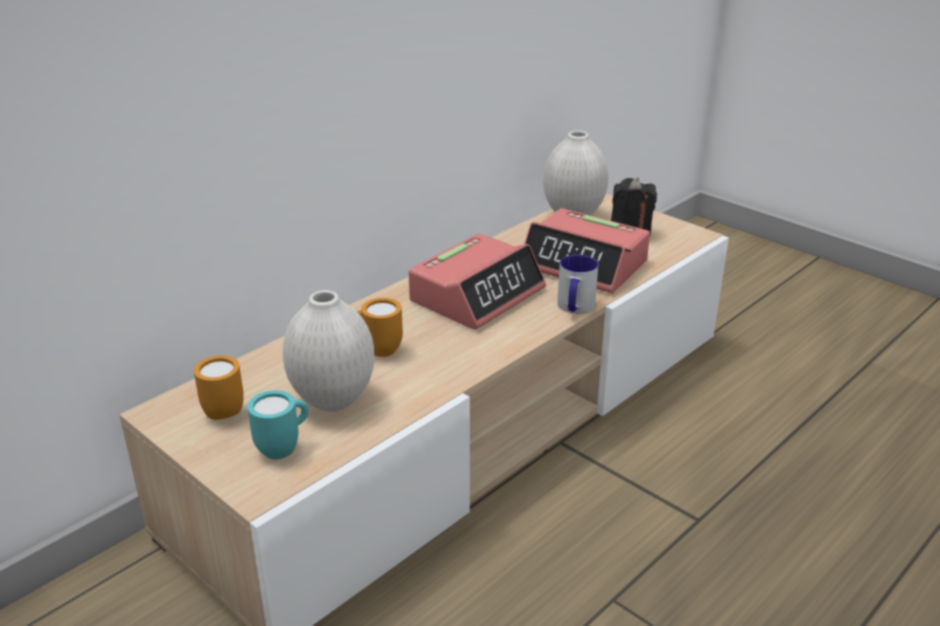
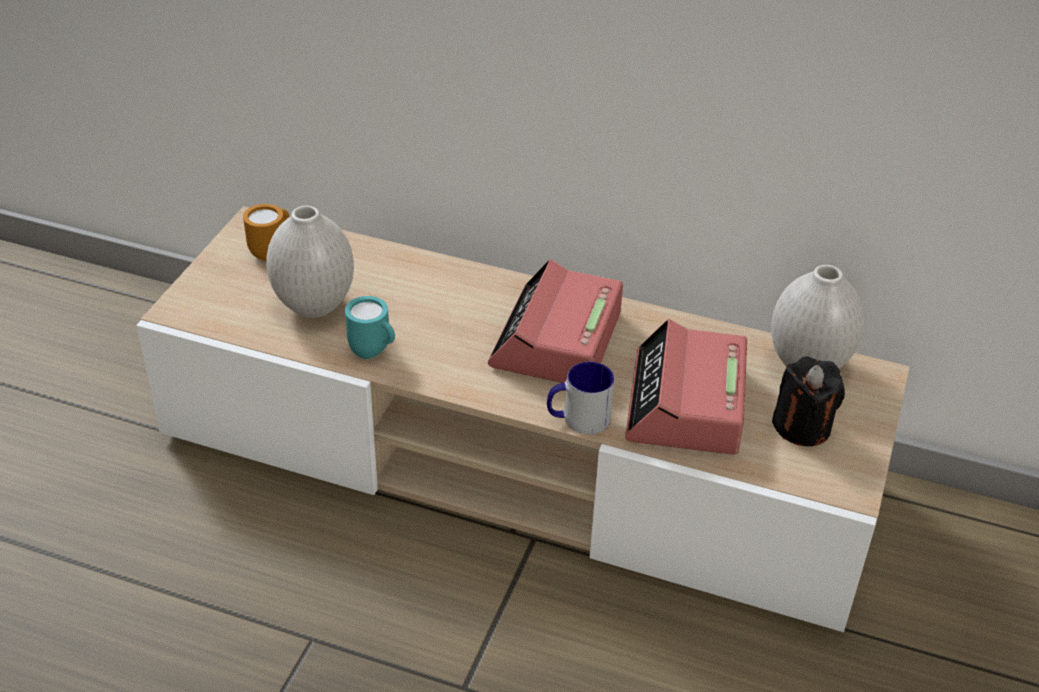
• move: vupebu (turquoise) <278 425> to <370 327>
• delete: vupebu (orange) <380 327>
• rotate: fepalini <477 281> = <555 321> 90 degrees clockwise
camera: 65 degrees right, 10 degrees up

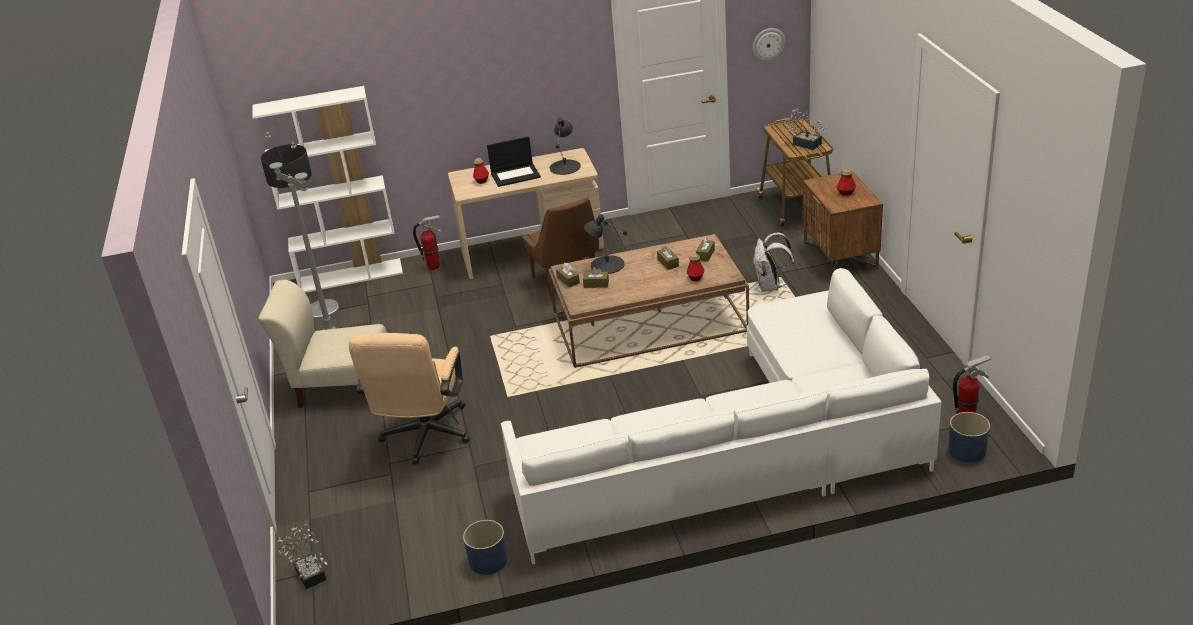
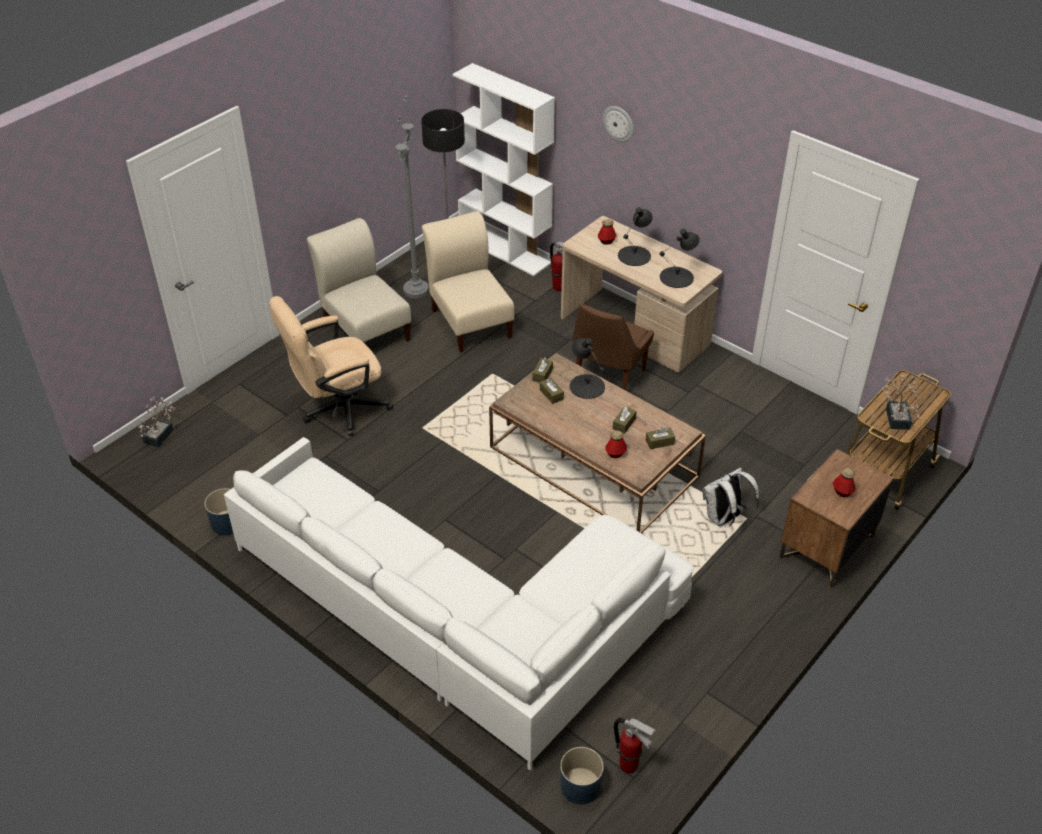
• replace: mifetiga <514 161> to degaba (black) <635 236>
• move: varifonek <769 45> to <618 124>
• insert: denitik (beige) <468 281>
camera: 50 degrees right, 10 degrees up

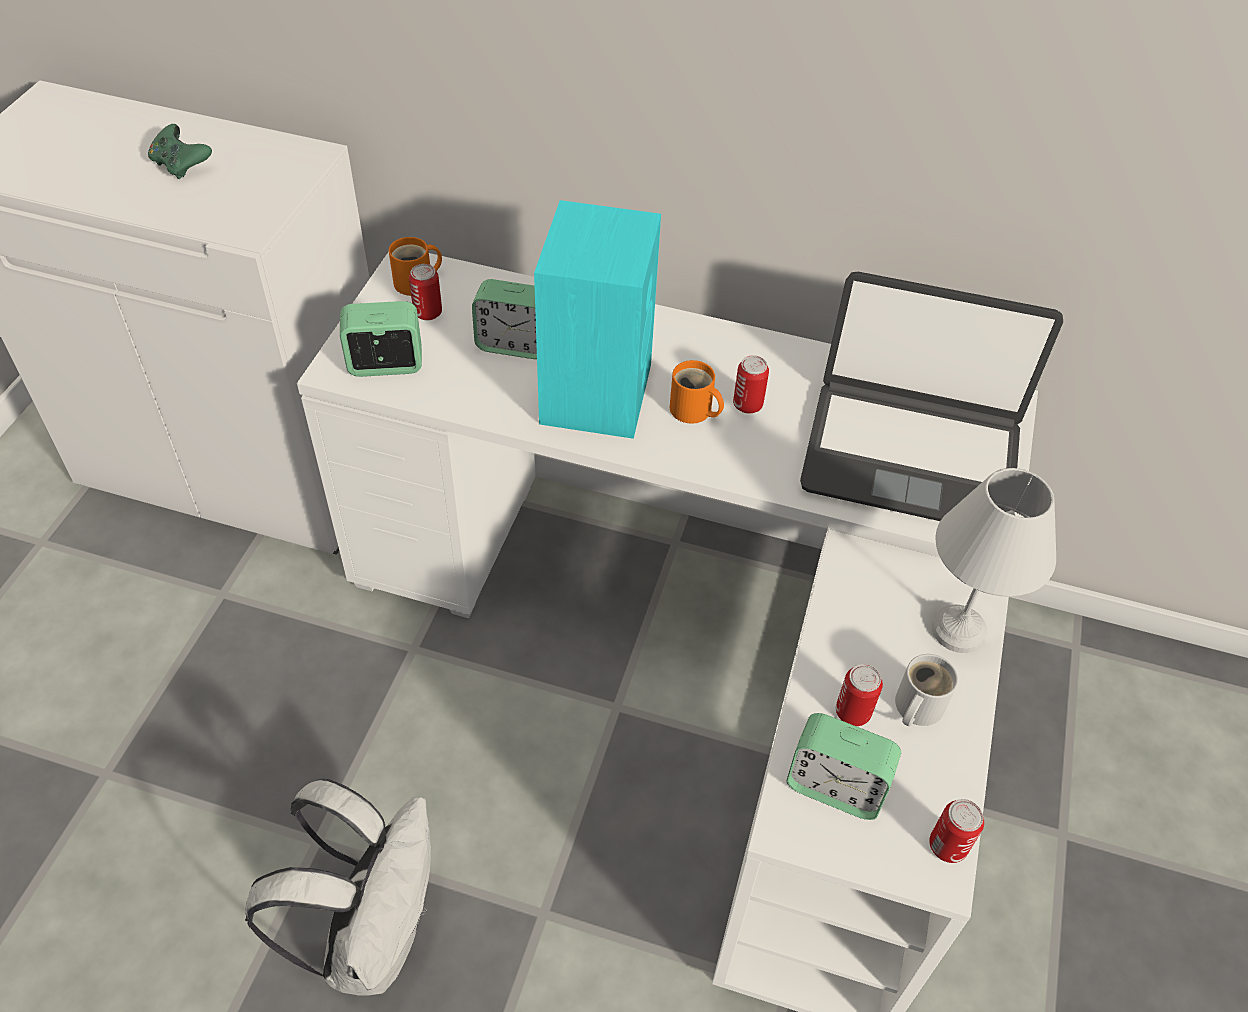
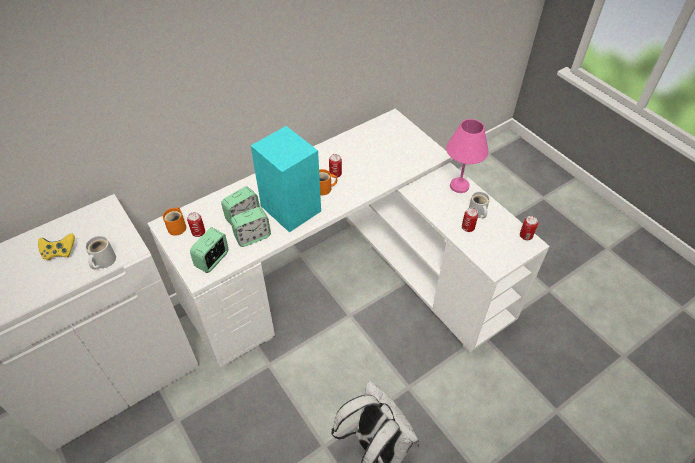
• recolor: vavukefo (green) <180 151> to vavukefo (yellow) <56 246>
• move: fepalini <844 766> to <251 227>
• delete: mifetiga <931 396>
• recolor: degaba (white) <994 560> to degaba (pink) <467 156>
• insert: vupebu (white) <100 253>
camera: 50 degrees left, 0 degrees up

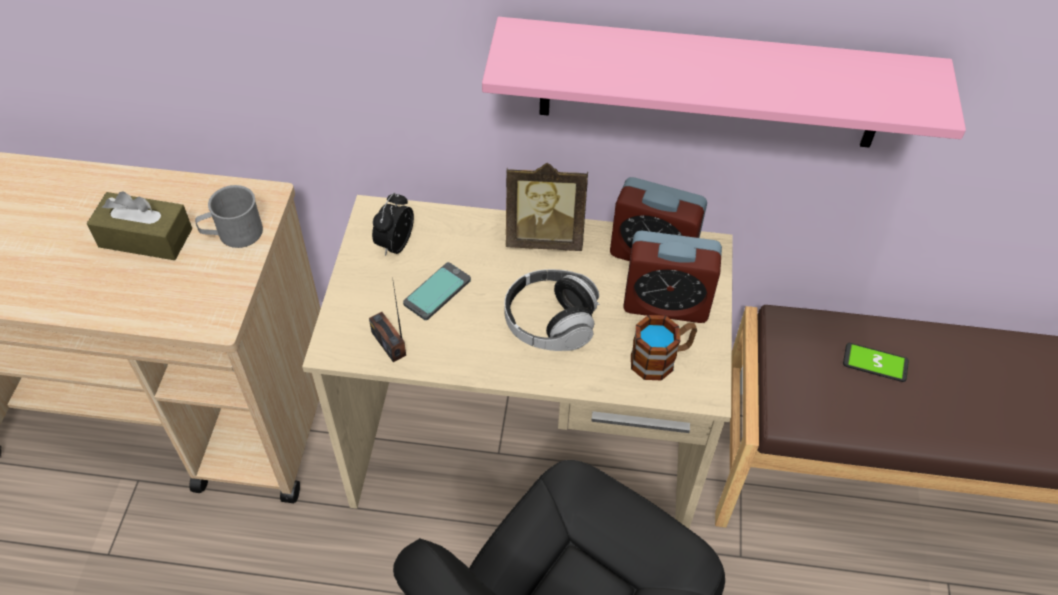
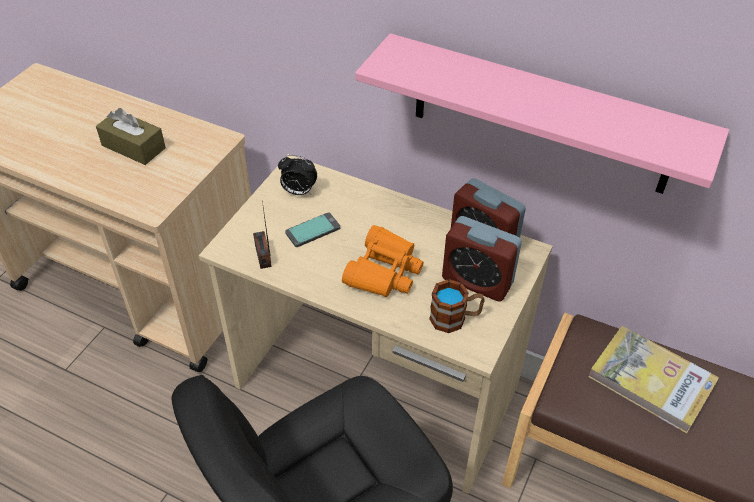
• delete: vupebu (grey) <229 216>
• rotate: fepalini <393 224> = <297 175> 120 degrees counterclockwise
• replace: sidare <552 310> to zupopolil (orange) <383 261>
• delete: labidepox <547 207>
• replace: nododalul <876 362> to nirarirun <653 380>
camera: 20 degrees right, 5 degrees down

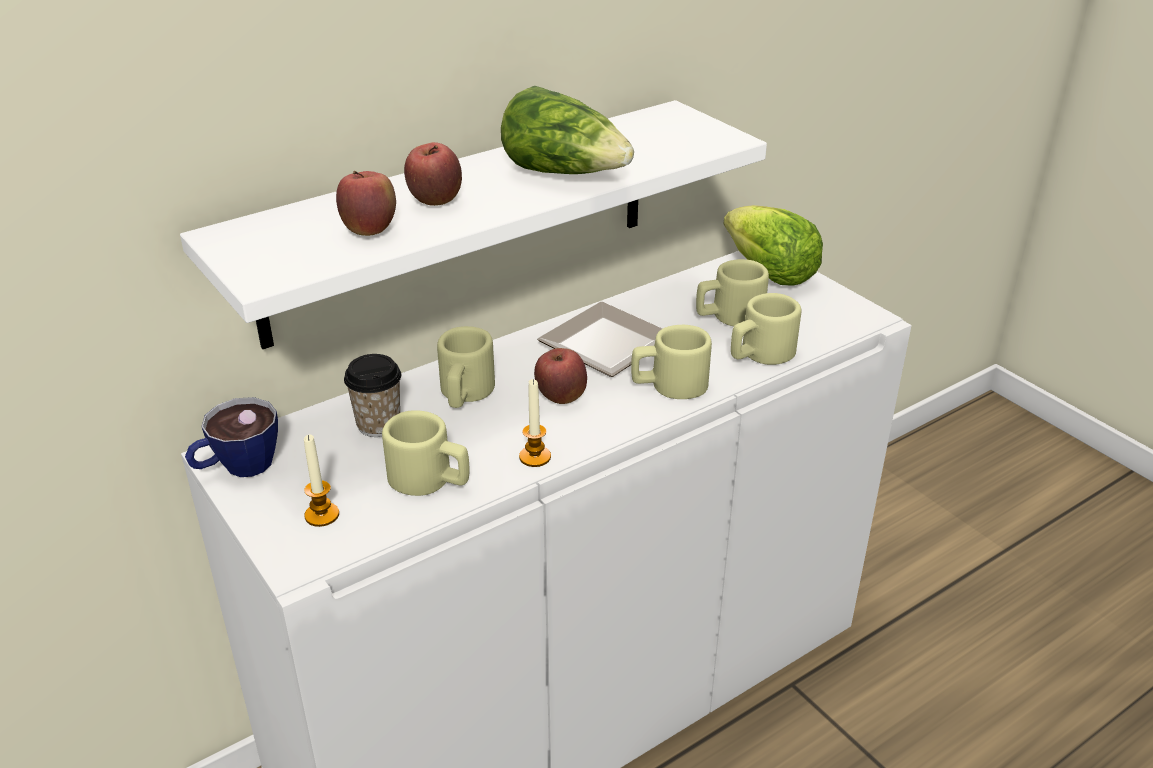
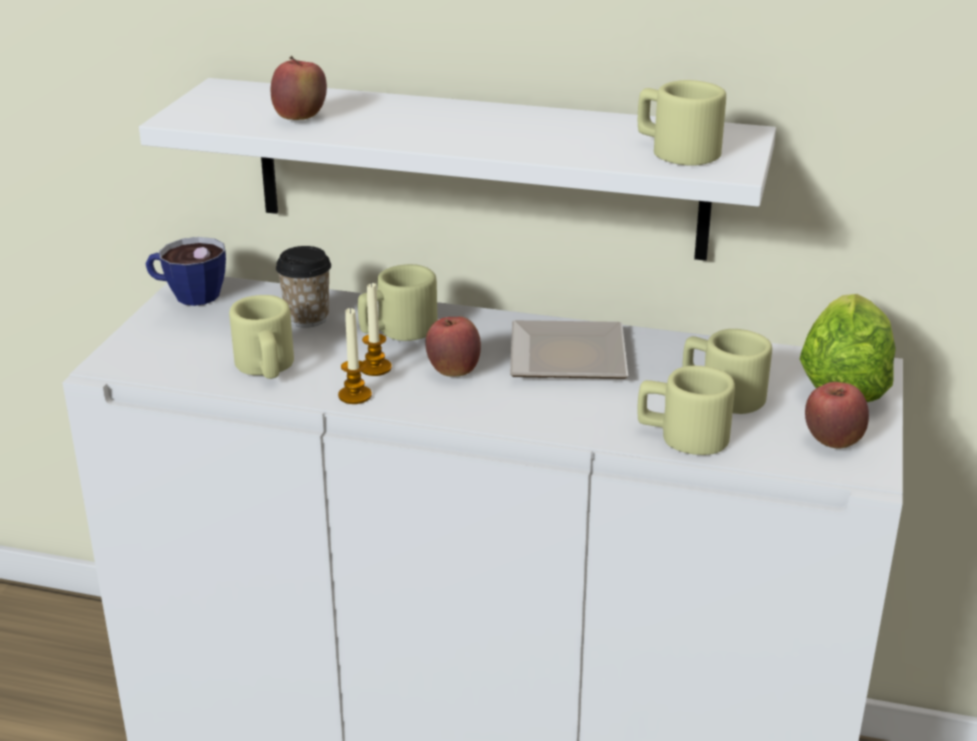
• move: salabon <321 481> to <376 329>
• move: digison <433 174> to <837 415>
• delete: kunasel <567 130>
• move: vupebu (beige) <671 362> to <682 123>
camera: 50 degrees right, 5 degrees down

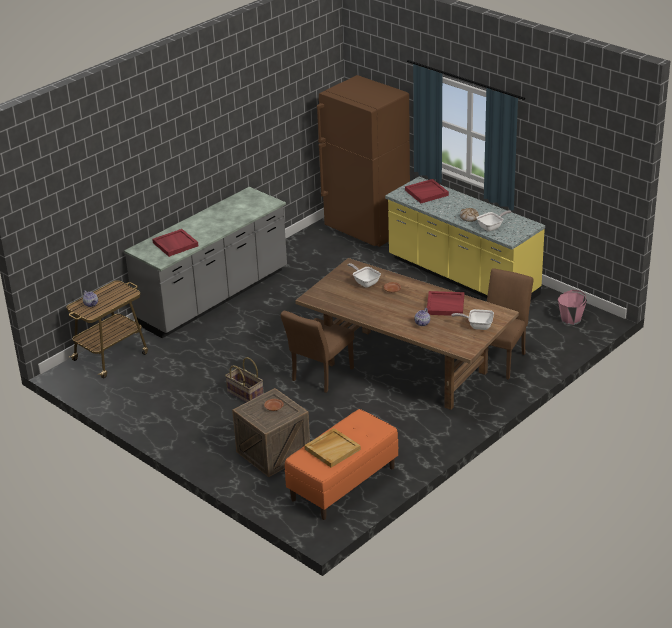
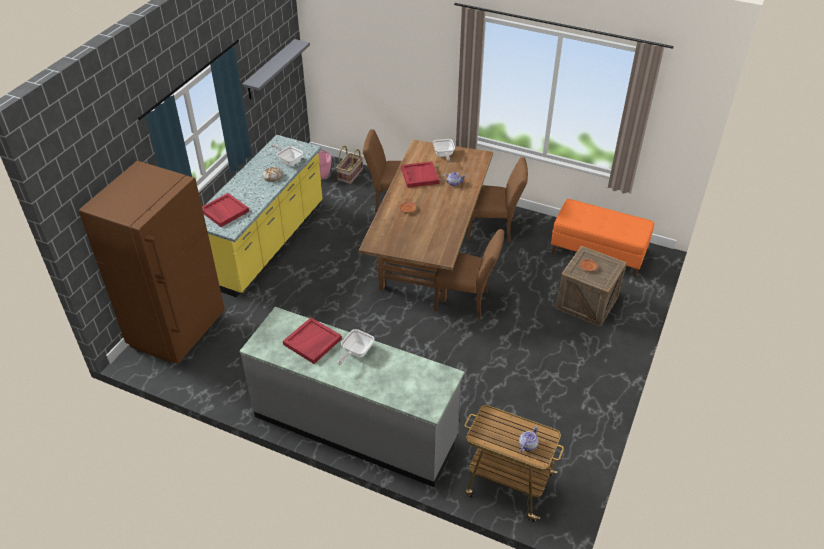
• move: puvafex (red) <175 243> to <312 340>
• move: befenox <244 379> to <349 165>
• delete: puvafex (beige) <332 447>
• move: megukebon <364 275> to <356 347>
• insert: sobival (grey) <276 69>
• insert: denitik (brown) <497 199>
camera: 110 degrees left, 10 degrees up

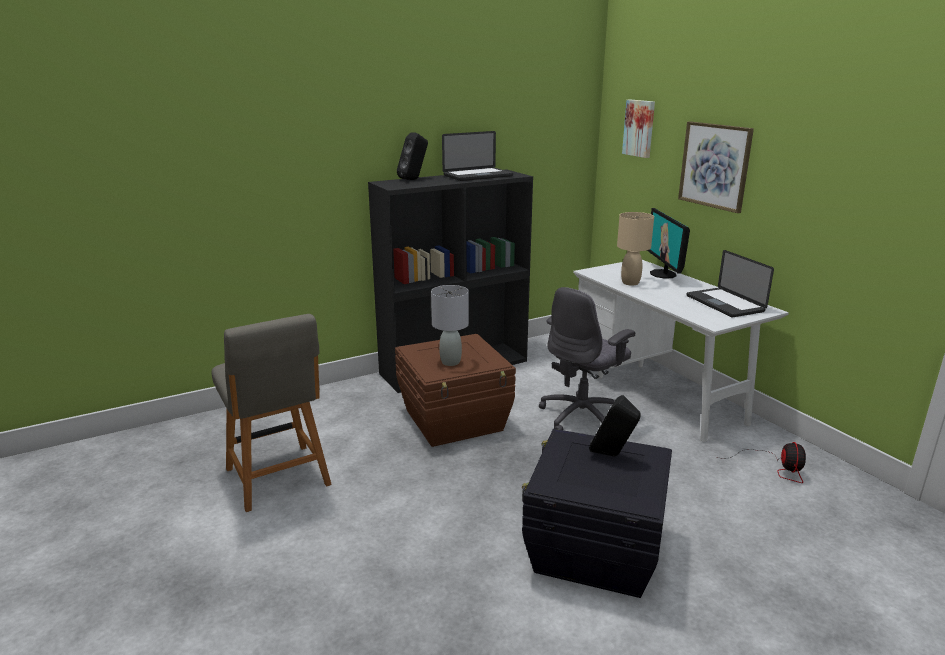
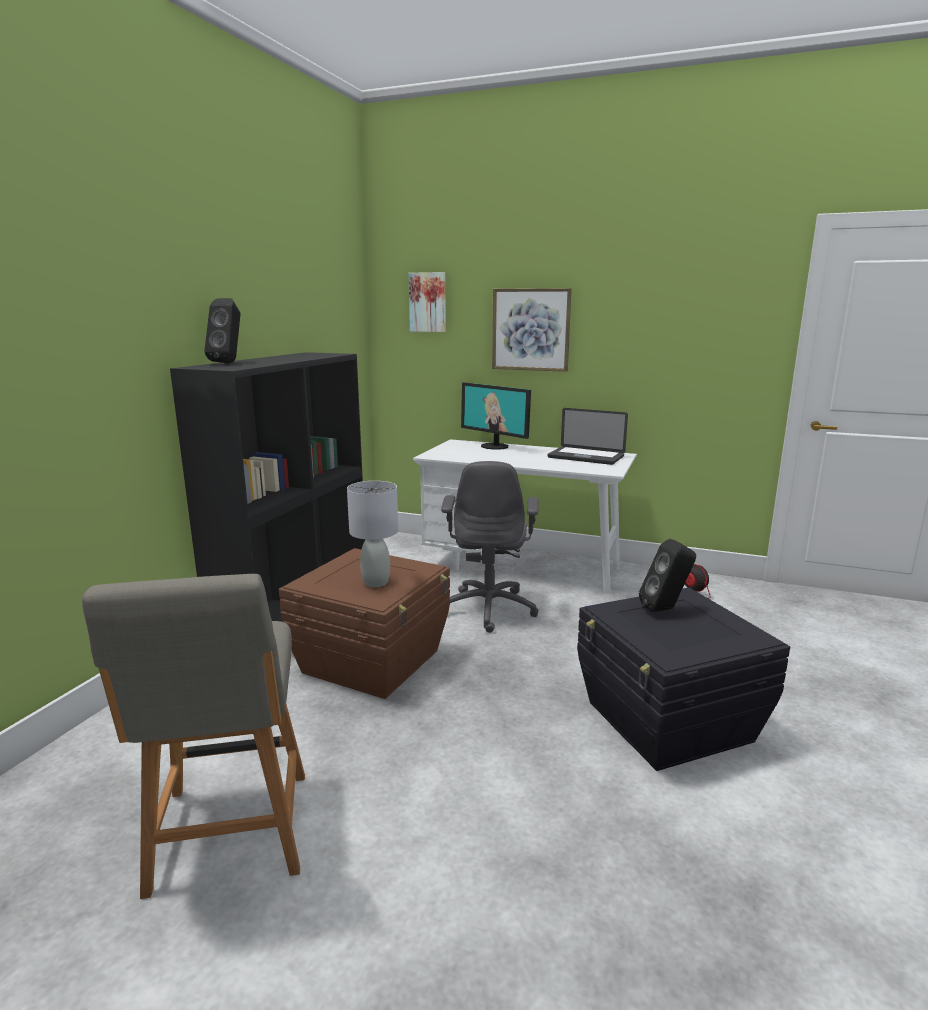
• rotate: denitik (grey) <271 413> = <193 736> 60 degrees clockwise
• delete: mifetiga <477 156>
• delete: degaba (beige) <635 249>
camera: 40 degrees left, 5 degrees down

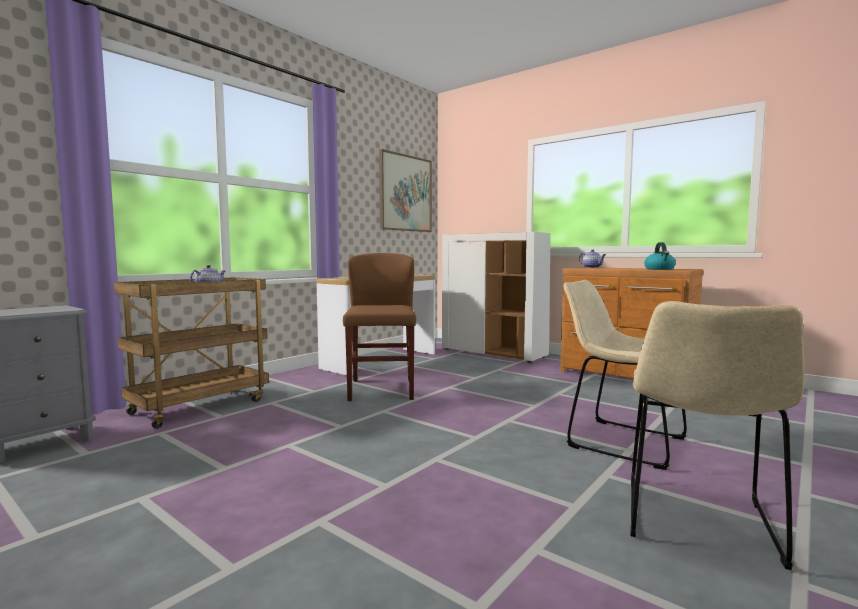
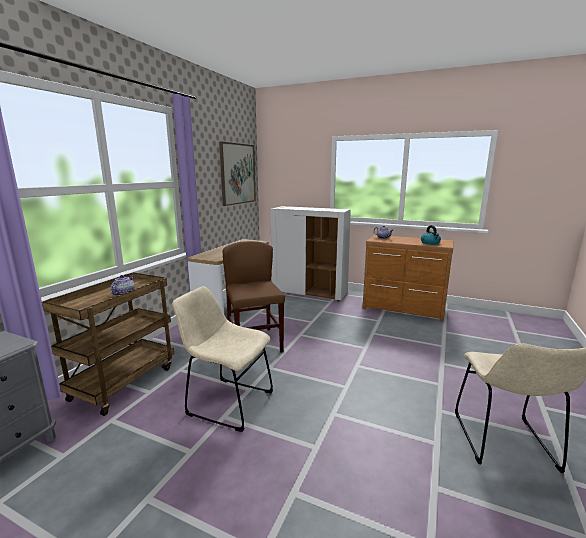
• move: denitik (beige) <625 375> to <222 359>
camera: 15 degrees left, 10 degrees up

